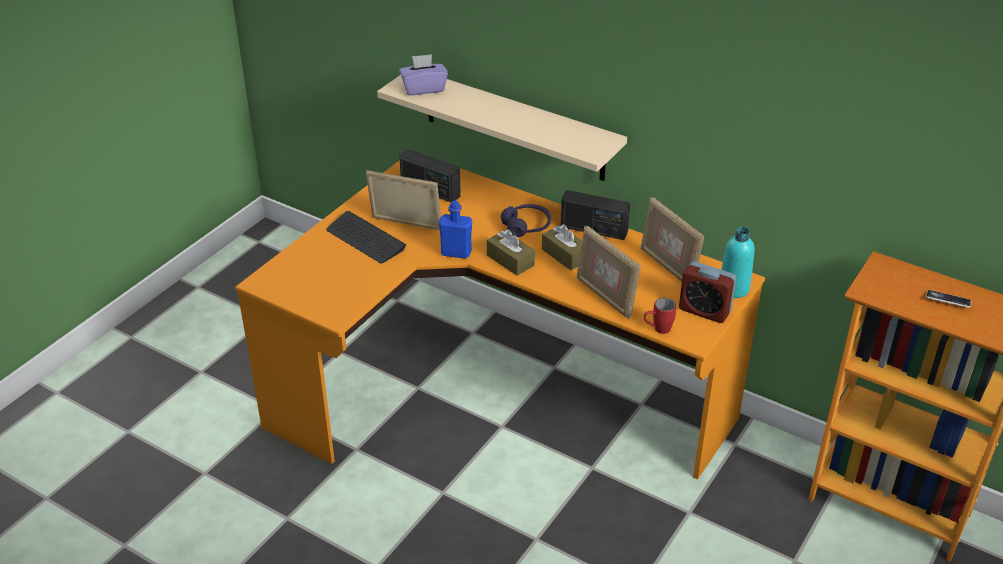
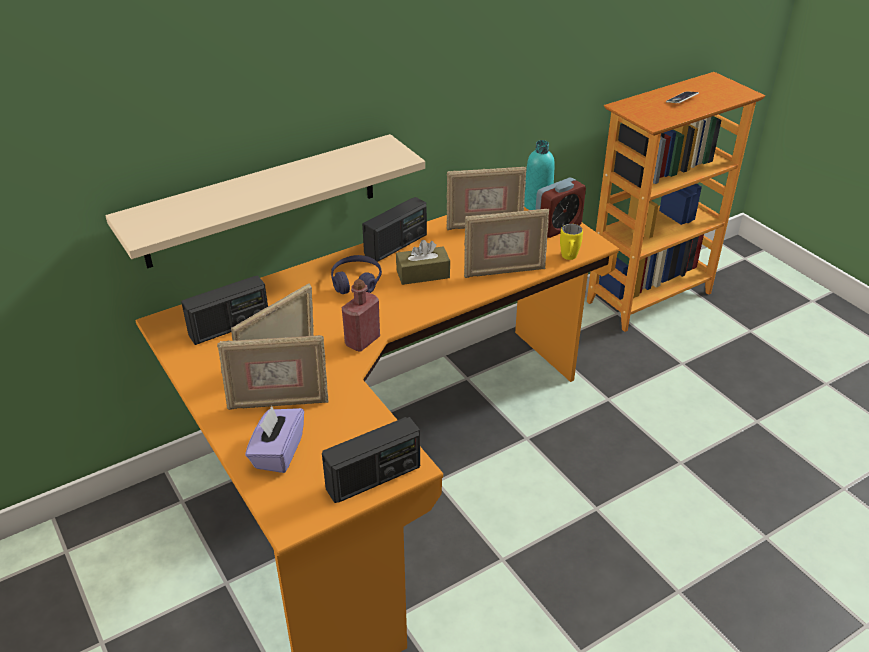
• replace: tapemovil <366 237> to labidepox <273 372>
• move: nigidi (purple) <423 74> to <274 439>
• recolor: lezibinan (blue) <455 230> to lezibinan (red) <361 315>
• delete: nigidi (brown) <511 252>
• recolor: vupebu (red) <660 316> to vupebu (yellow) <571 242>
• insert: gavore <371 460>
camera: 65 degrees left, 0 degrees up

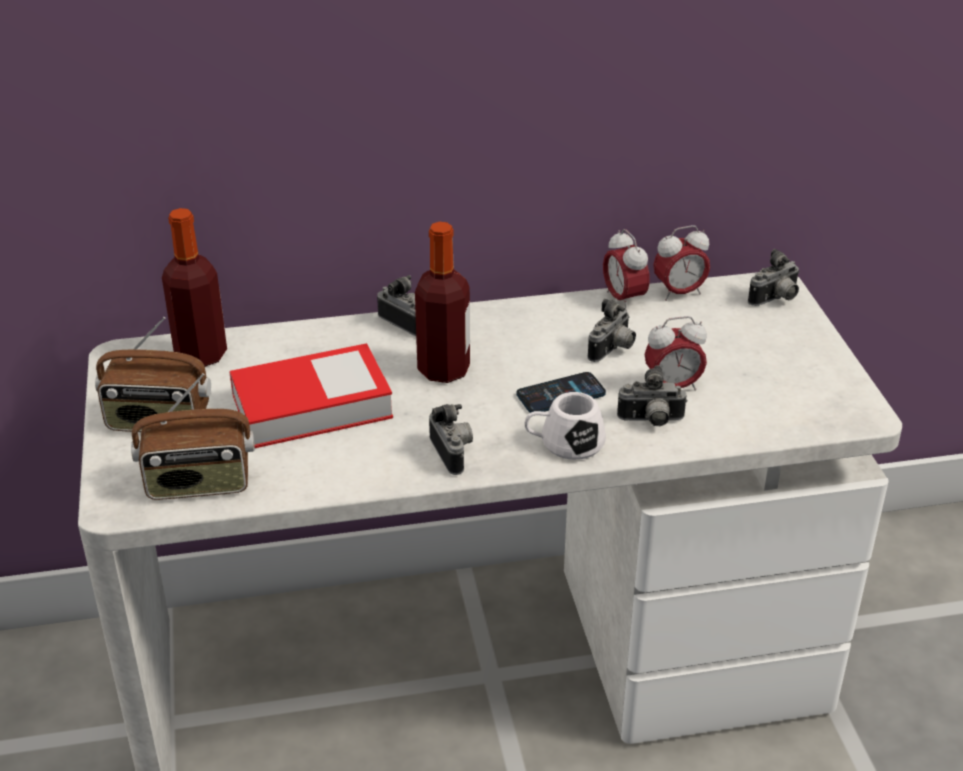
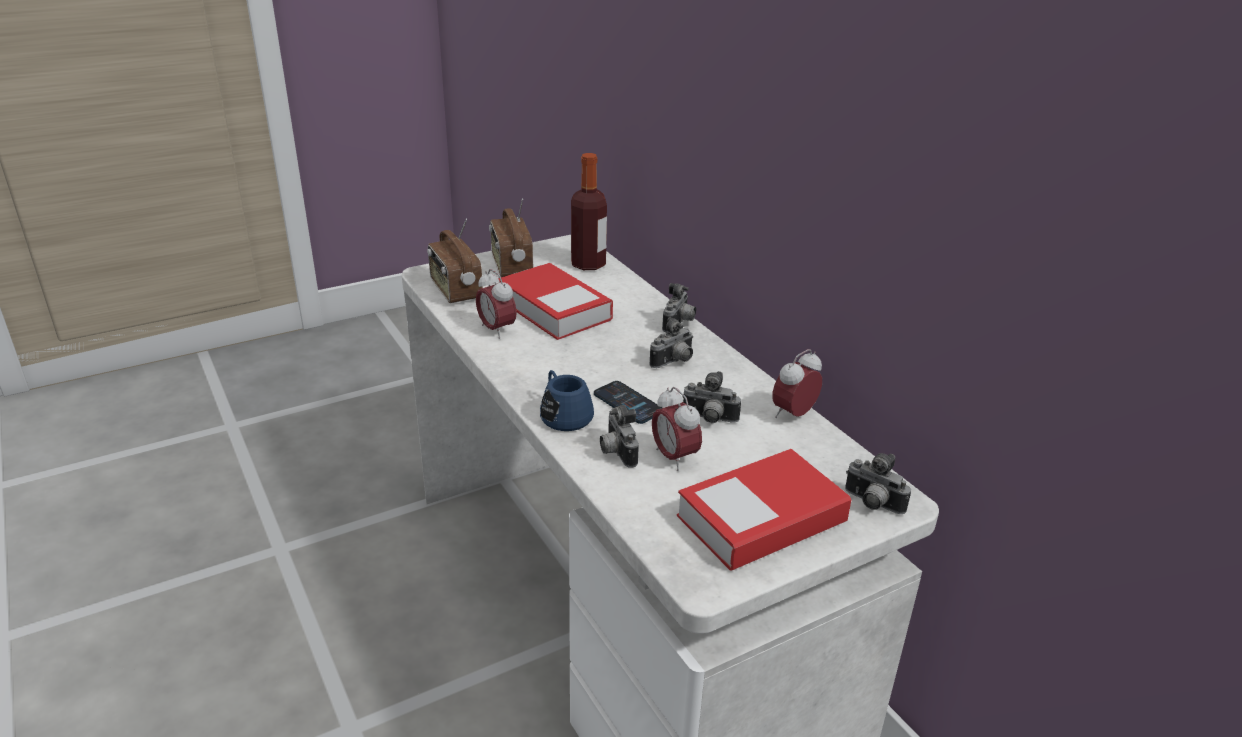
• delete: lezibinan <442 302>
• move: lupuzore <451 439> to <671 342>
• recolor: vupebu (white) <565 426> to vupebu (blue) <567 400>
• move: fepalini <681 263> to <496 304>
• insert: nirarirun <764 510>
camera: 70 degrees right, 5 degrees down

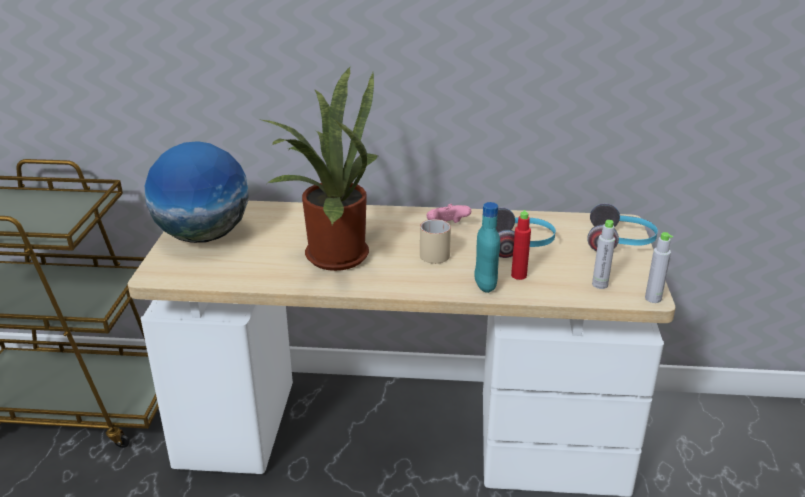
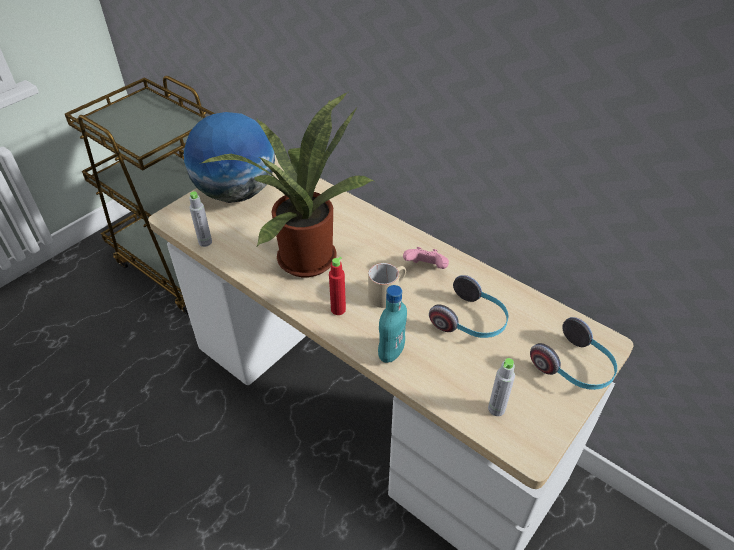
• move: lezibinan (red) <521 245> to <337 286>
• move: lezibinan (grey) <659 267> to <200 219>
camera: 35 degrees right, 15 degrees up

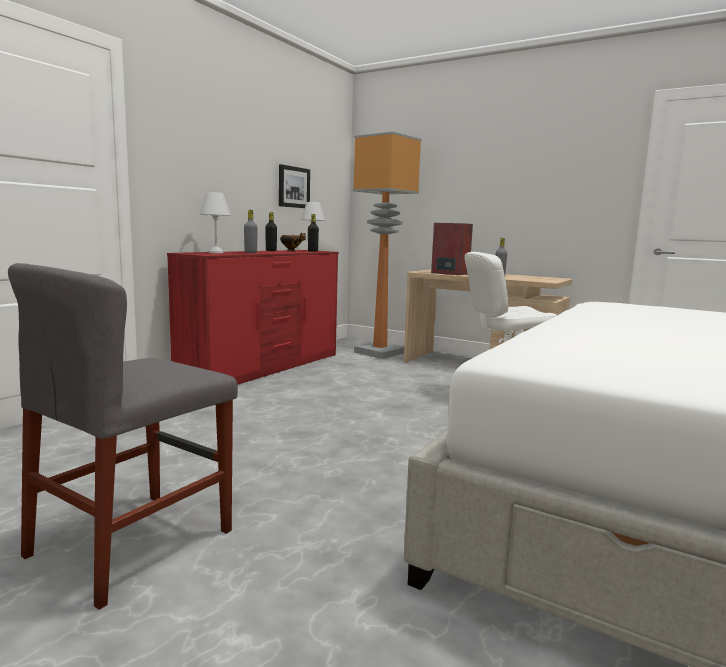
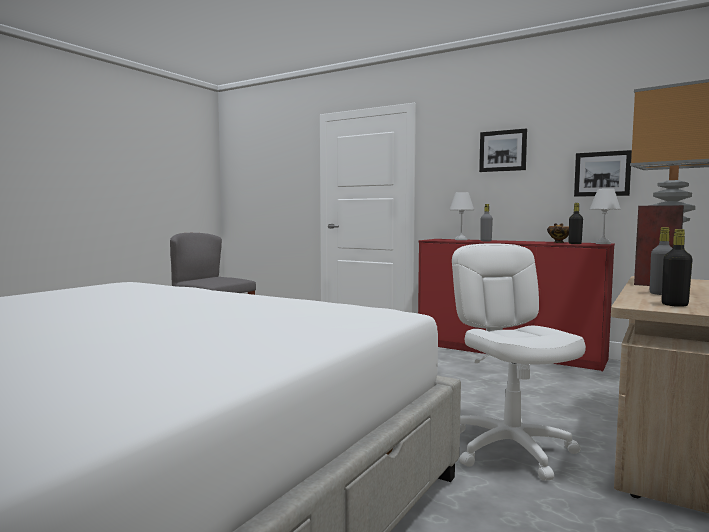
• move: lezibinan (black) <271 231> to <677 268>
• insert: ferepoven <503 150>
camera: 90 degrees right, 5 degrees down

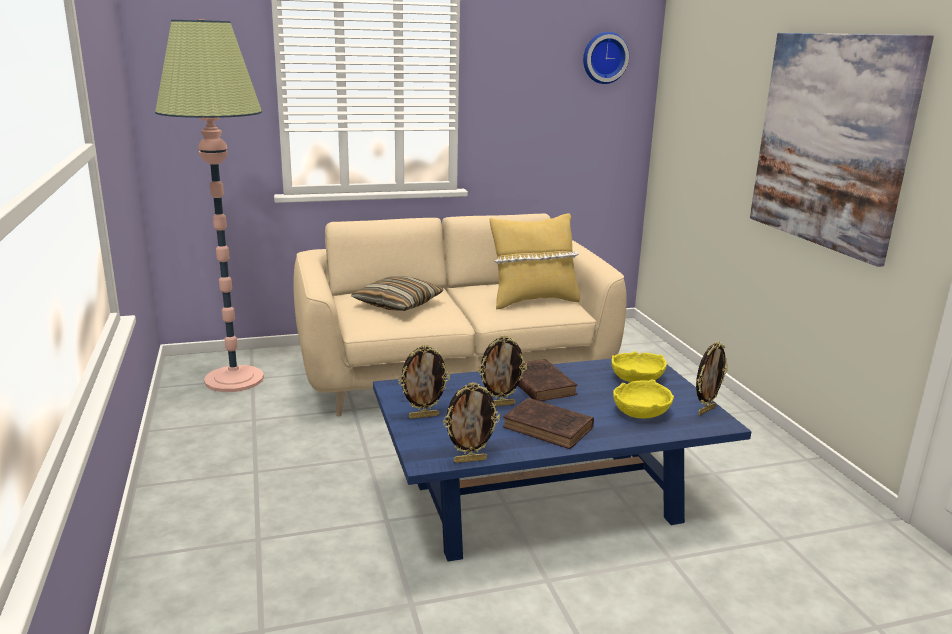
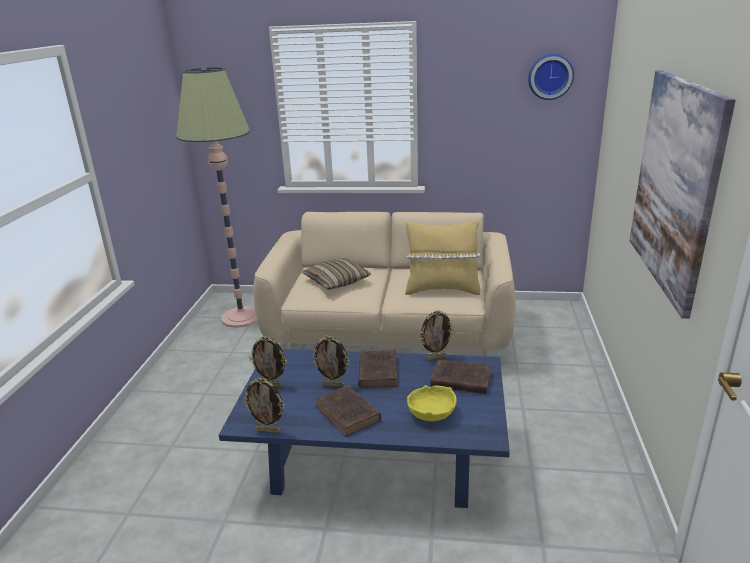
• replace: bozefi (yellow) <639 366> to nirarirun (brown) <461 376>
• move: labidepox <712 378> to <437 335>
camera: 25 degrees right, 5 degrees up

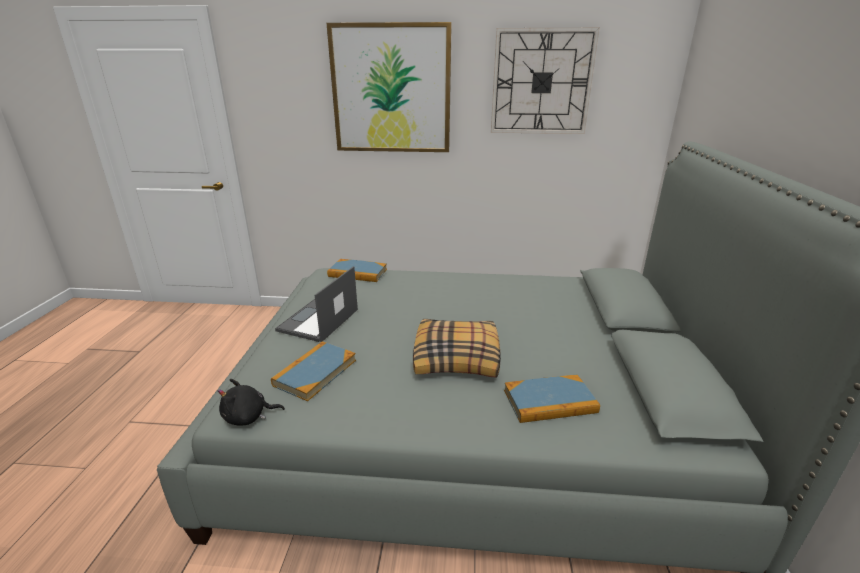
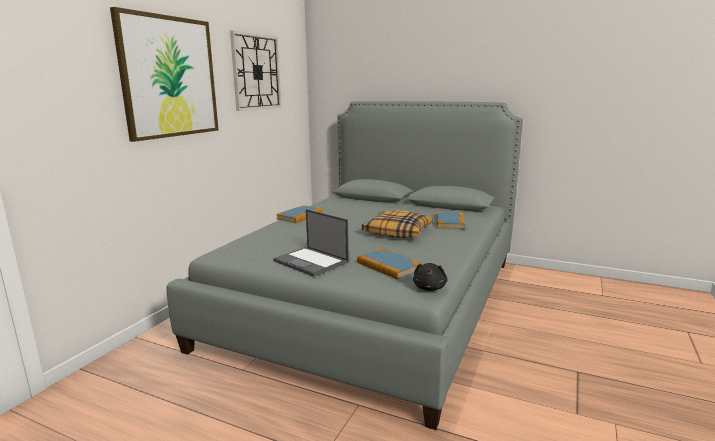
• move: nirarirun <357 270> to <299 214>
camera: 70 degrees left, 10 degrees down

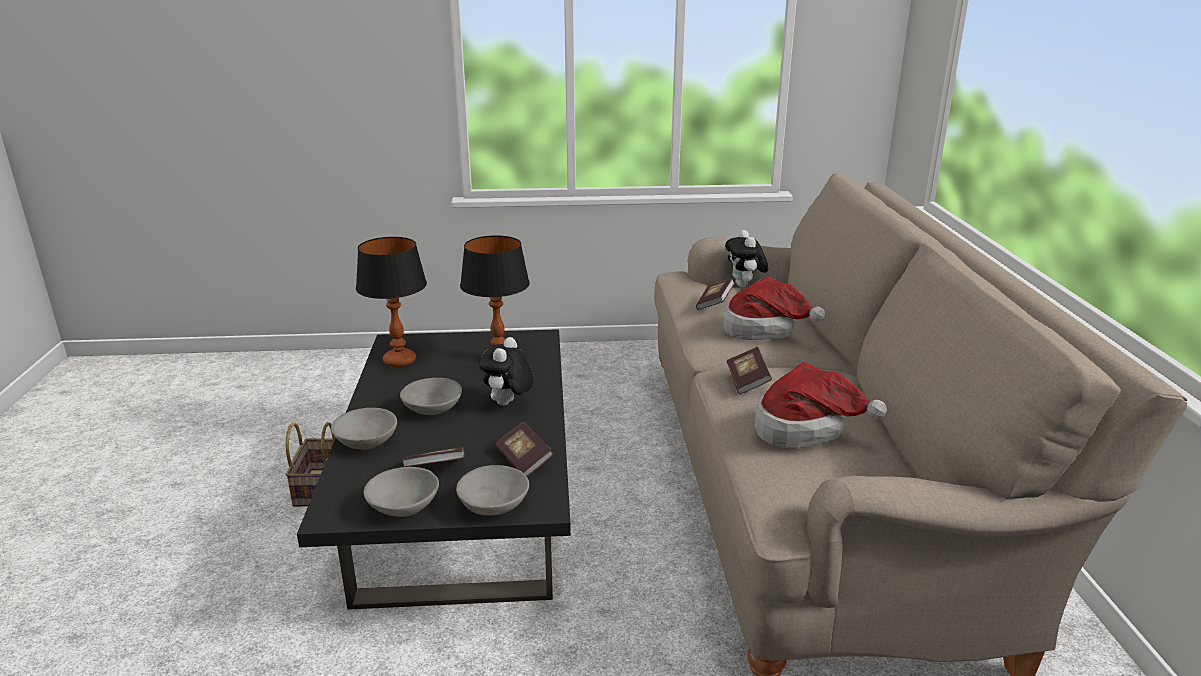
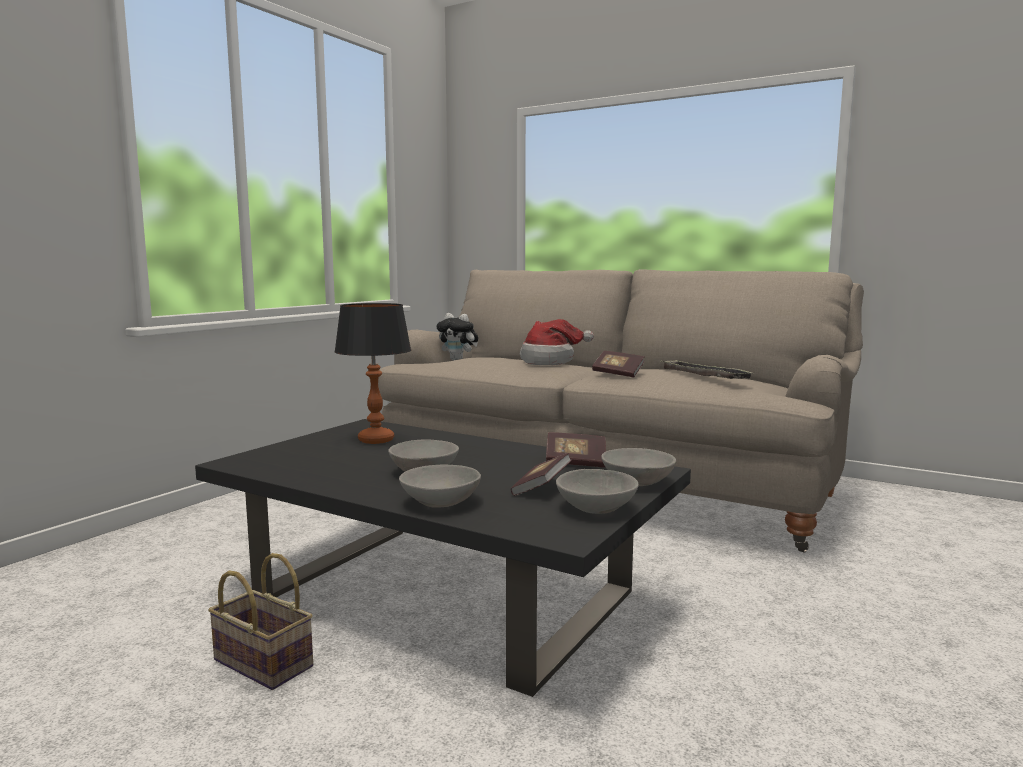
• delete: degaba <391 302>
• delete: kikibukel <506 371>
• delete: nirarirun <715 294>
• replace: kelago <821 405> to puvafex <706 369>
camera: 55 degrees left, 15 degrees down

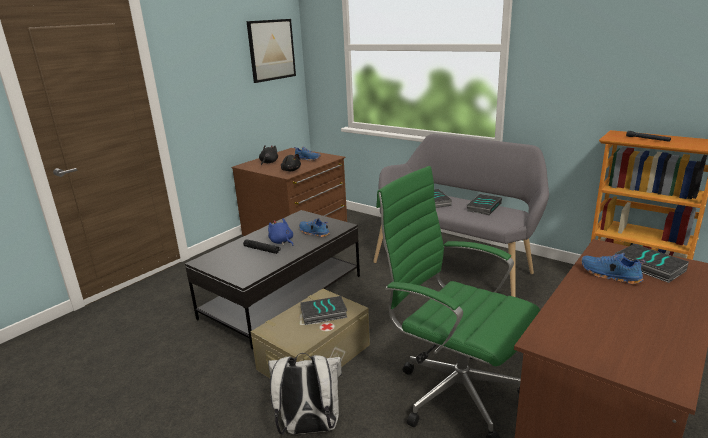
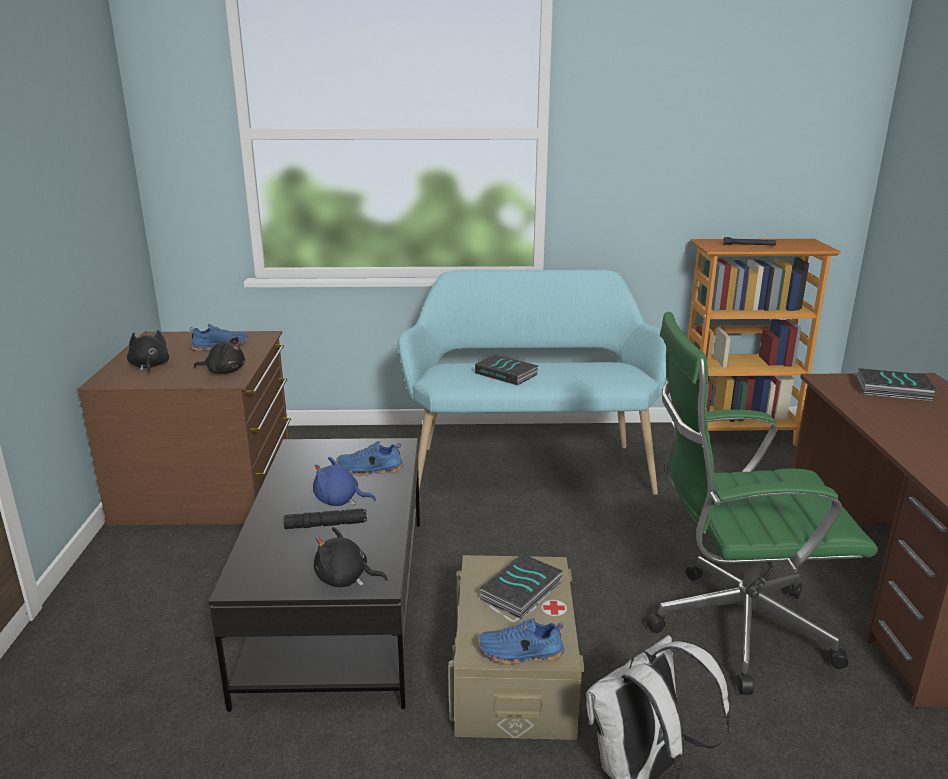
• delete: ferepoven <271 51>
• recolor: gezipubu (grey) <461 215> to gezipubu (turquoise) <532 384>
• delete: nirarirun <484 204>
• move: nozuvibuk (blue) <613 268> to <521 641>
• insert: kikibukel (black) <351 557>
camera: 40 degrees left, 0 degrees up

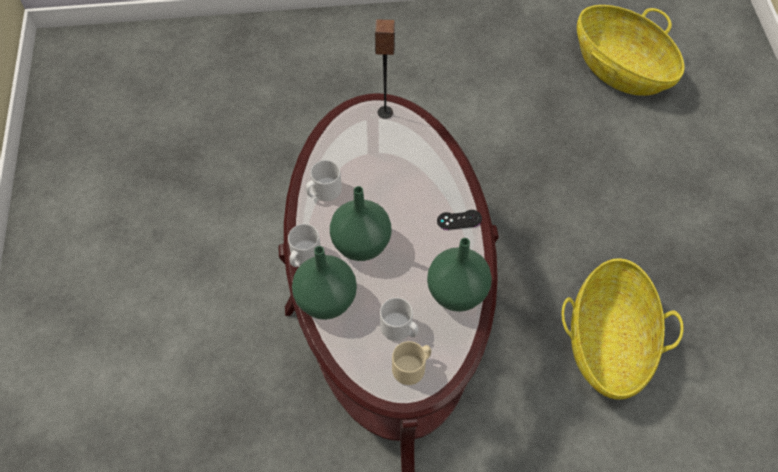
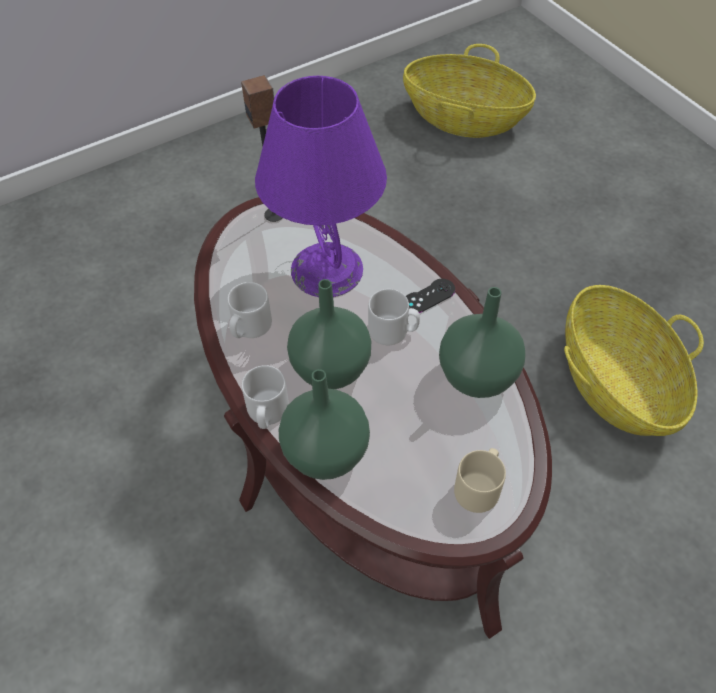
• move: vupebu (grey) <399 319> to <394 317>
• insert: degaba (purple) <321 186>
camera: 25 degrees left, 5 degrees down

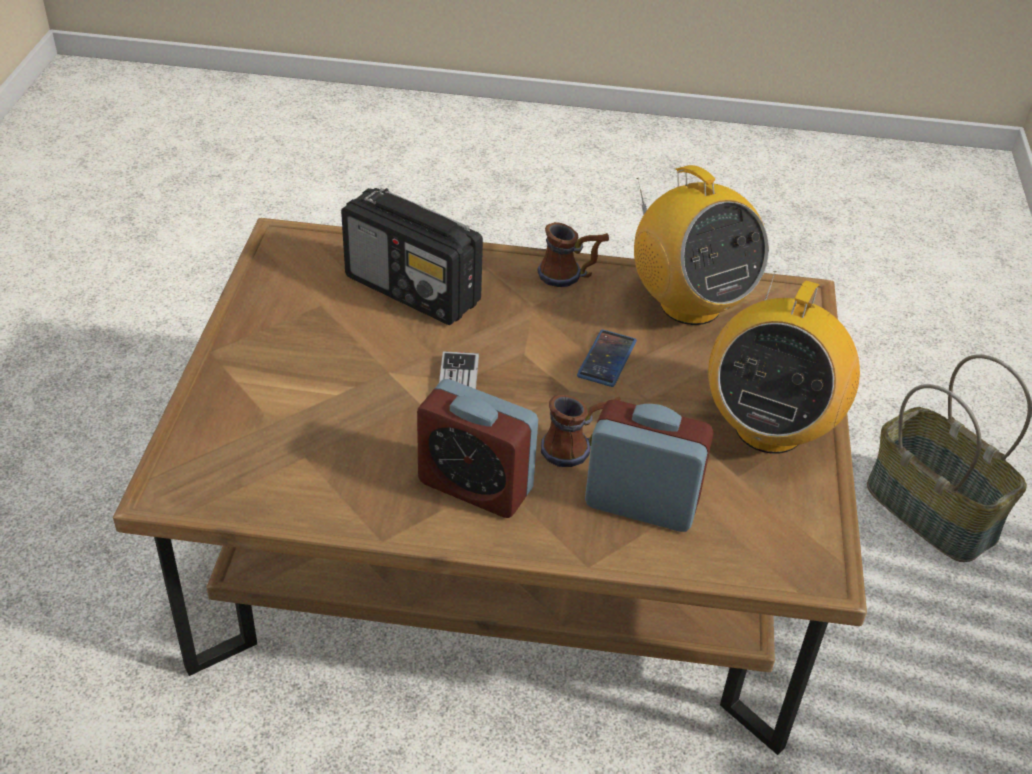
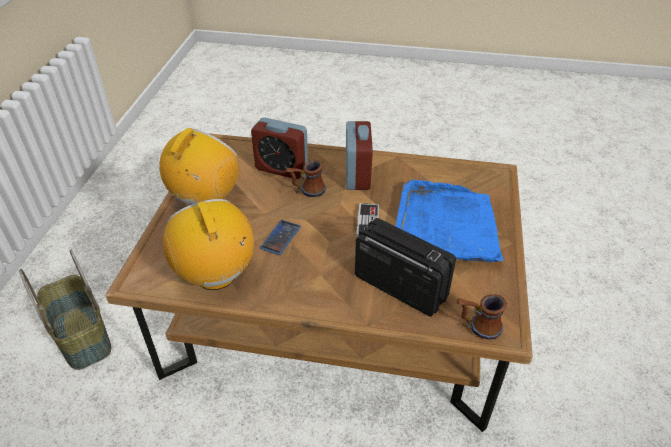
• rotate: fepalini <477 448> = <359 155> 60 degrees clockwise
• move: vupebu <573 254> to <482 317>
• insert: puvafex (blue) <449 221>
camera: 175 degrees left, 0 degrees up

